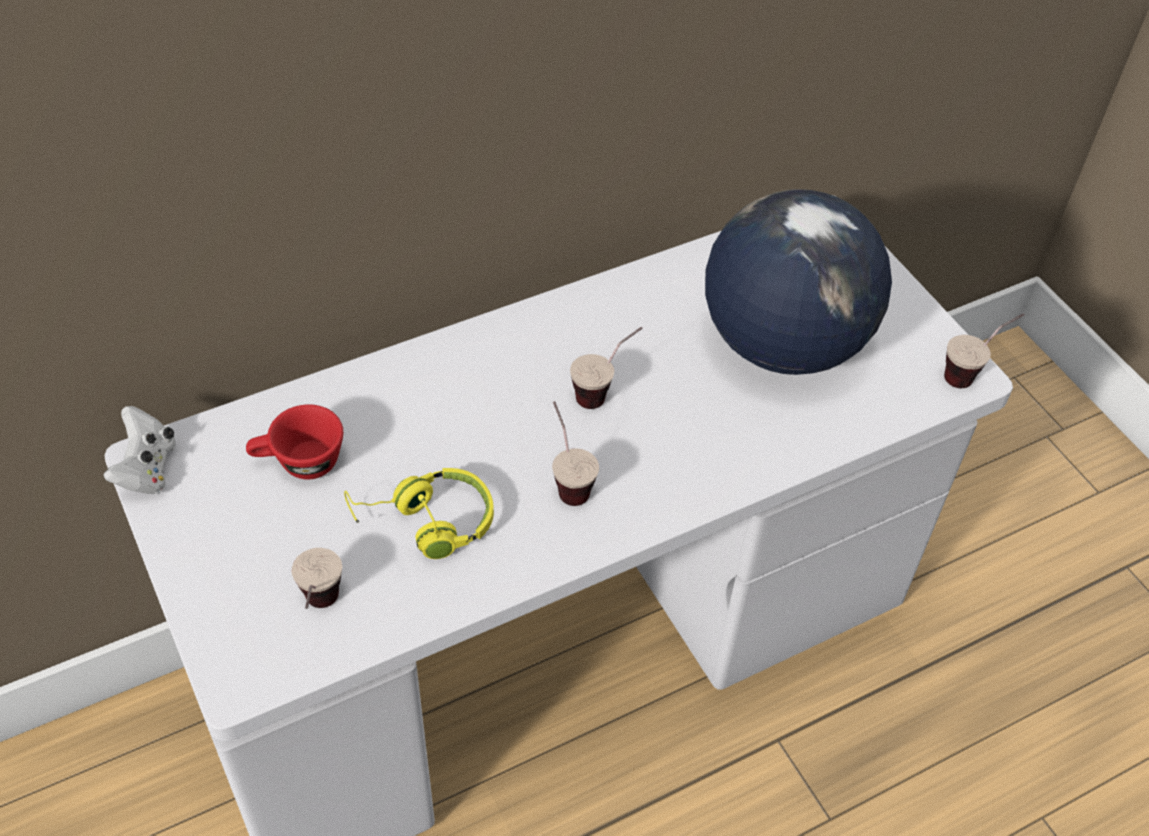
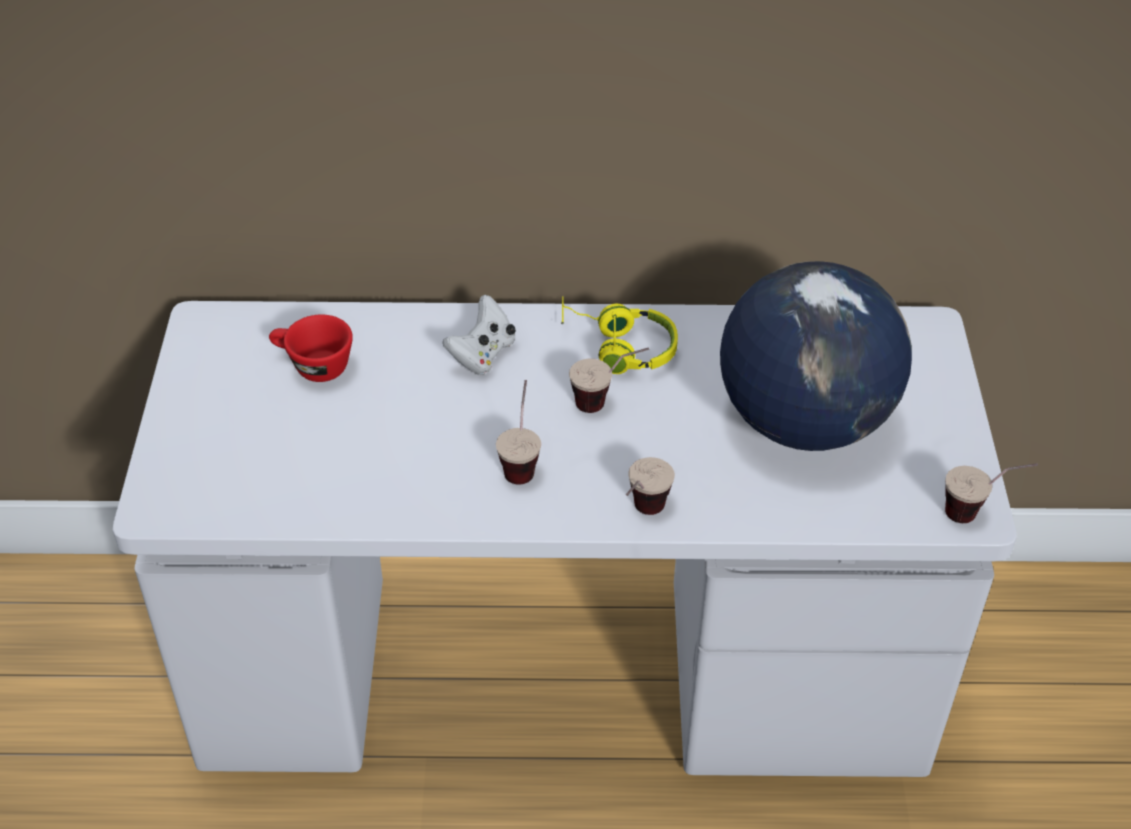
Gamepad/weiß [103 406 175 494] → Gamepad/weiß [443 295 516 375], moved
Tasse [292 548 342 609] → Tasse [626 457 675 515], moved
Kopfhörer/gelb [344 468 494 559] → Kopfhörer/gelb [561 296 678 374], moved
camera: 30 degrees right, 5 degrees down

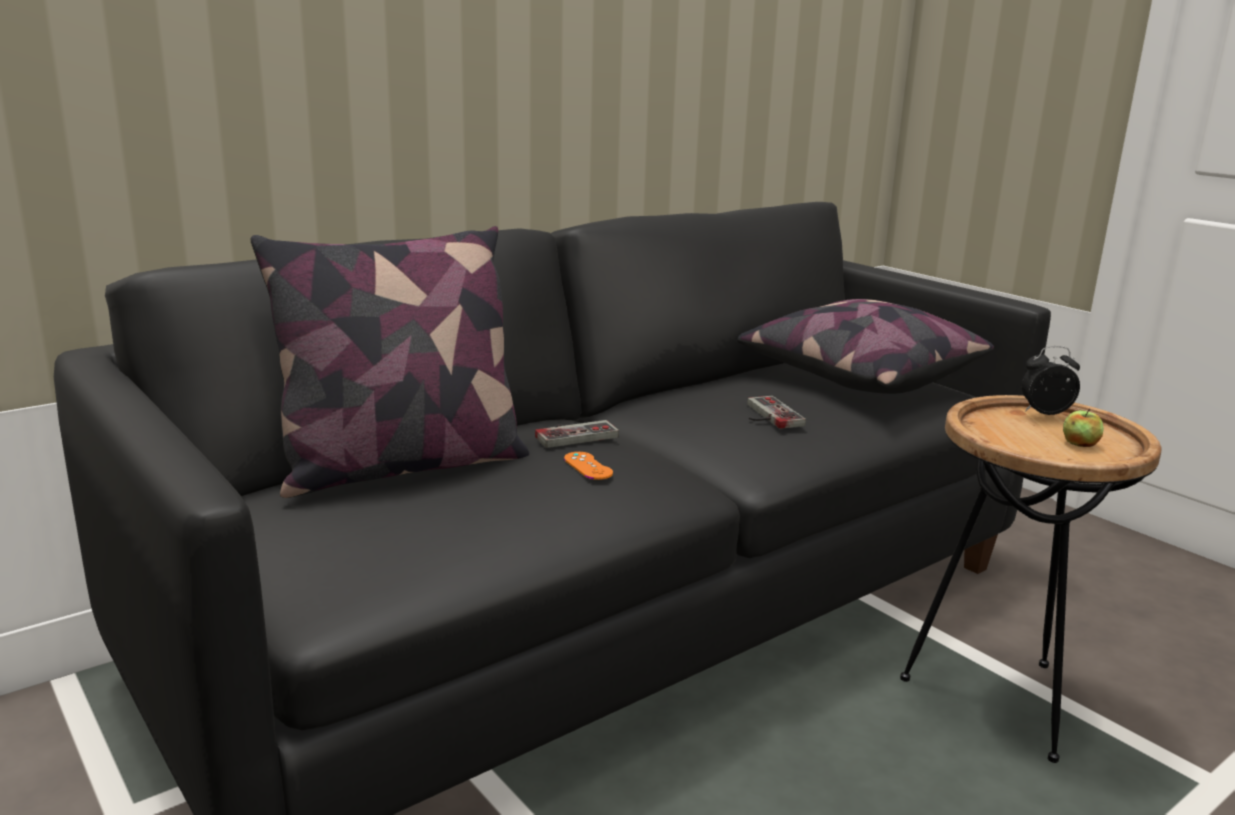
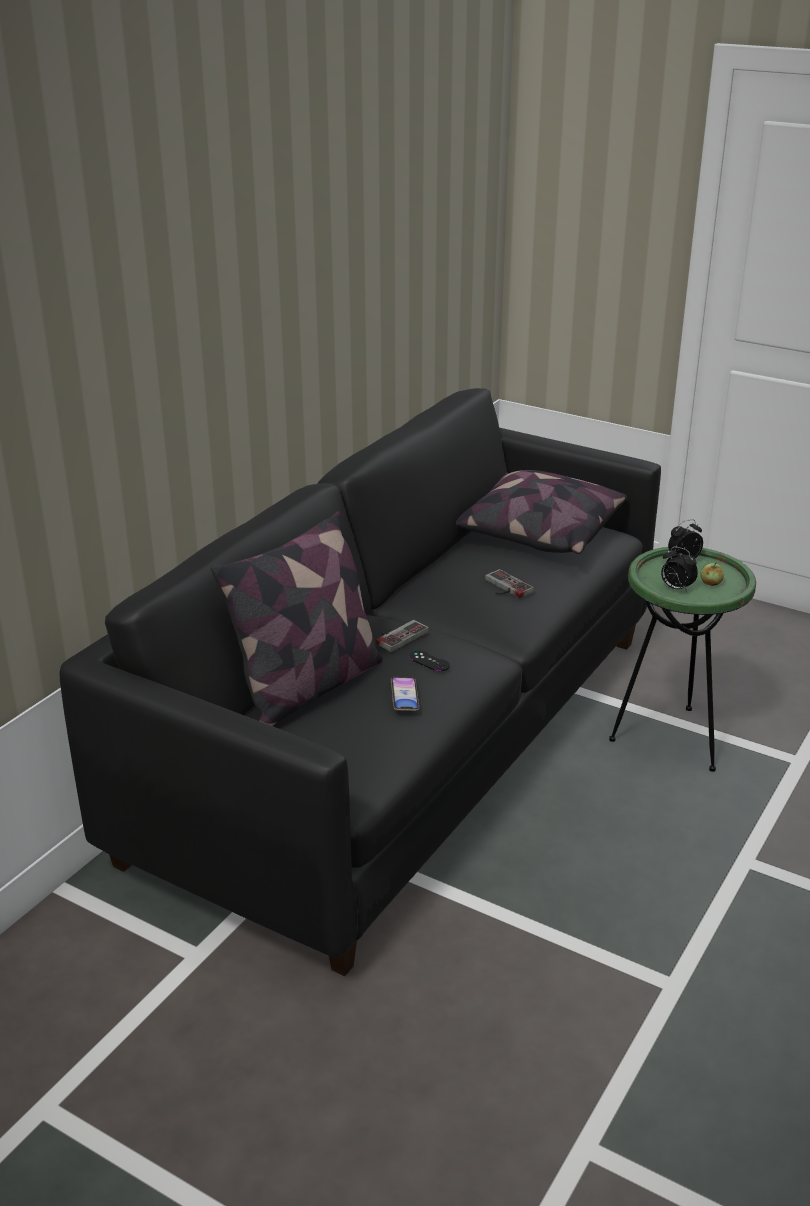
- → Handy [391 677 419 711]
- → Wecker [661 547 698 592]
Gamepad/orange [564 452 613 480] → Gamepad/schwarz [409 650 450 671]
Beistelltisch/braun [900 395 1161 763] → Beistelltisch/grün [609 547 756 772]
camera: 20 degrees left, 10 degrees up

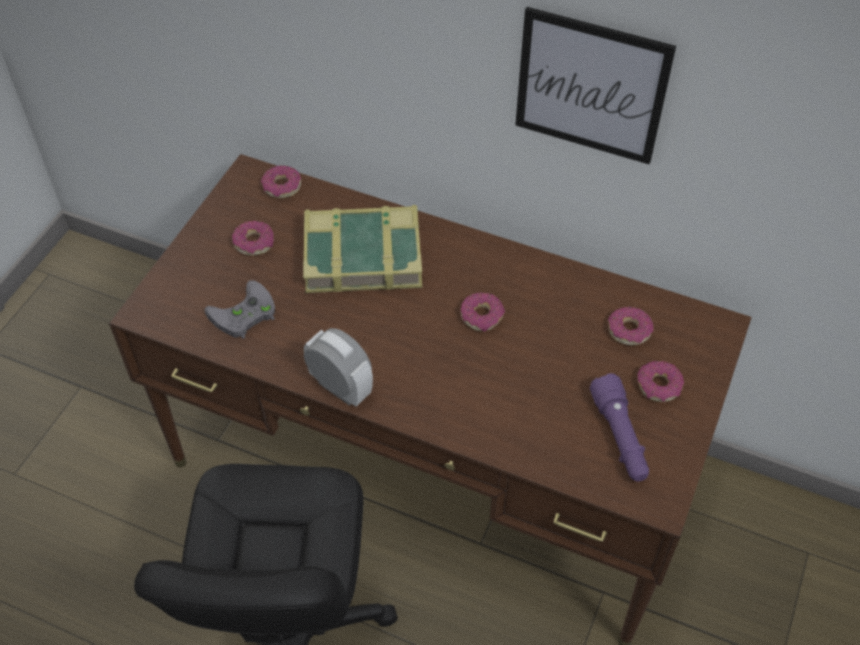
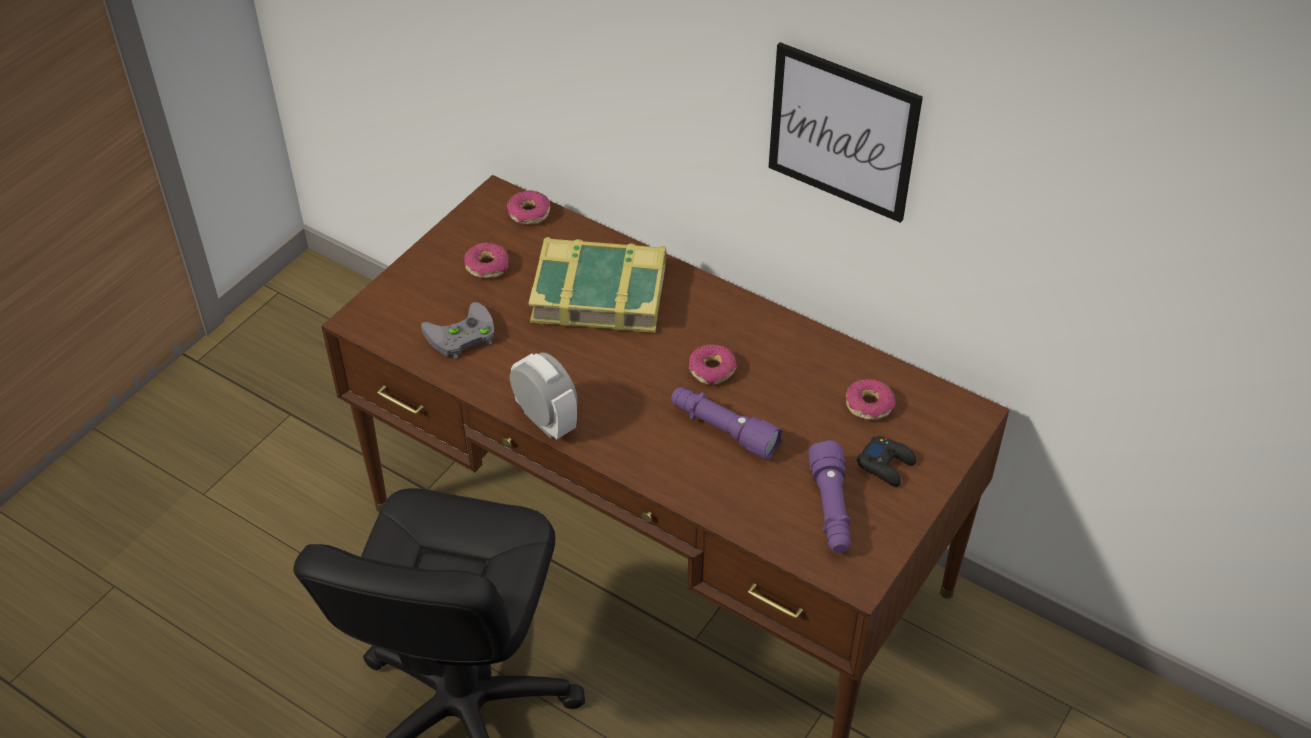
- → Taschenlampe/lila [671 387 783 460]
Donut [637 361 684 402] → Gamepad/schwarz [857 436 916 487]
camera: 10 degrees right, 5 degrees down

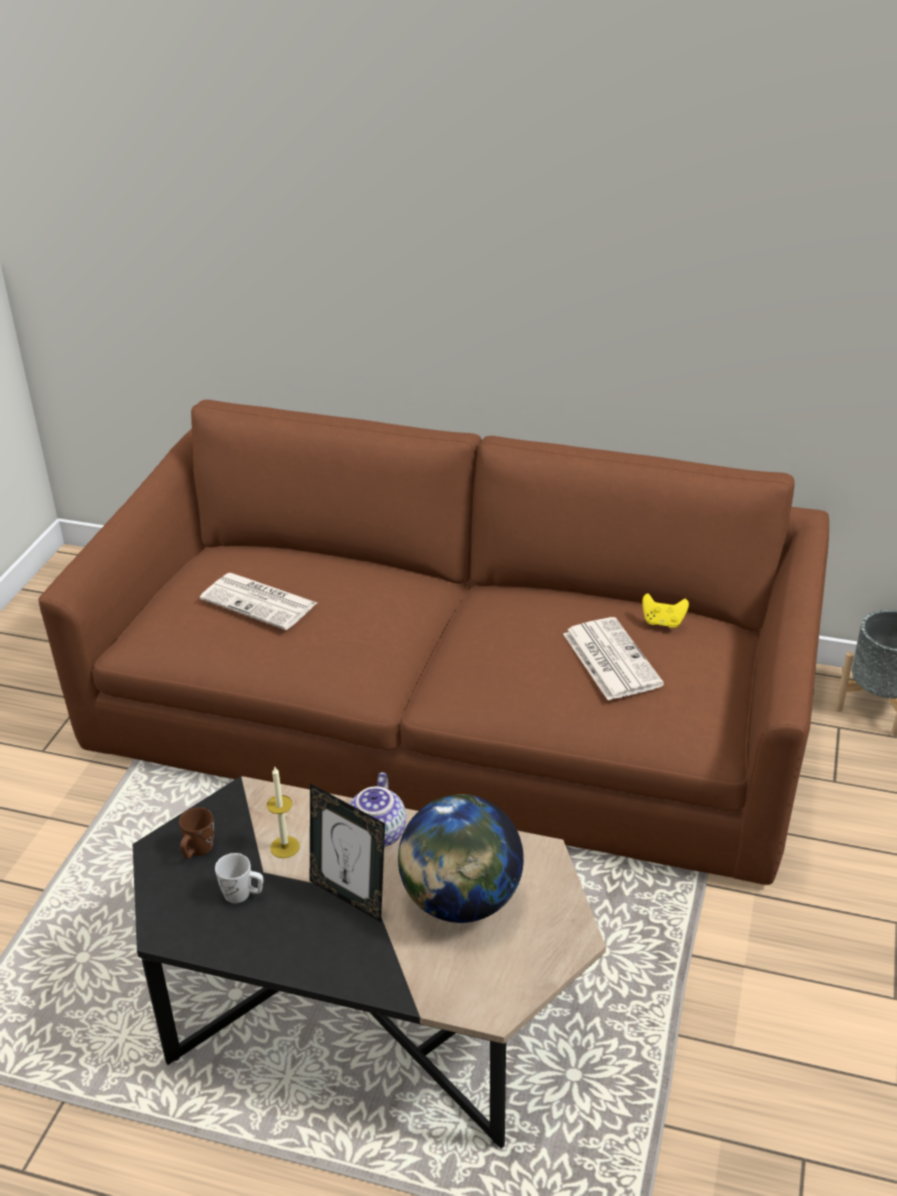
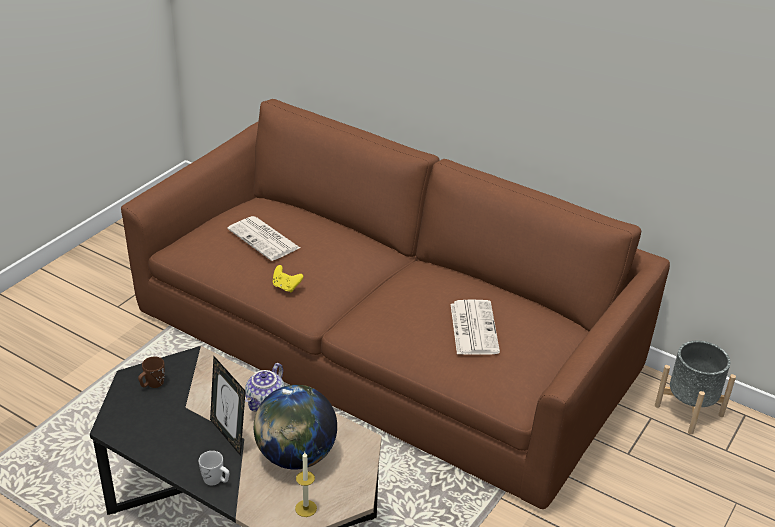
Henkelbecher/weiß [215 853 264 903] → Henkelbecher/weiß [199 451 229 485], moved
Kerze [267 767 300 858] → Kerze [295 452 317 517], moved
Gamepad/gelb [642 593 689 628] → Gamepad/gelb [273 265 303 292], moved
camera: 15 degrees right, 0 degrees up

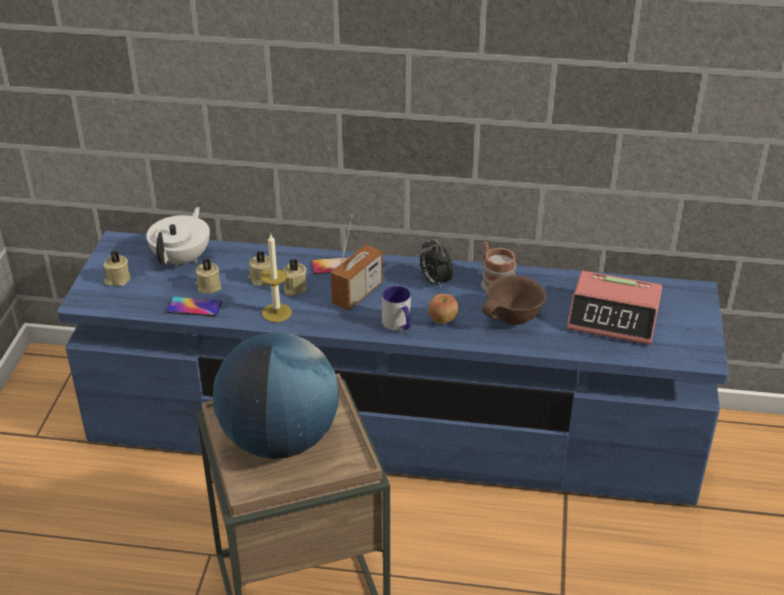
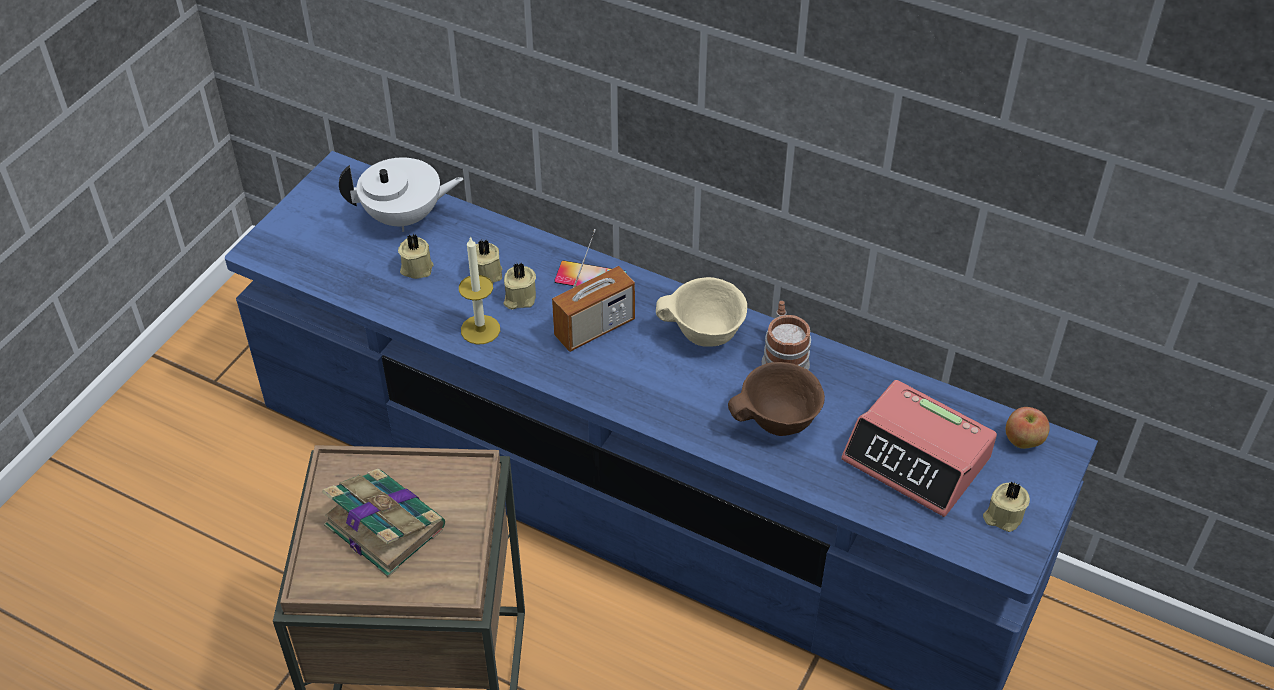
Handy [167 297 222 316] → -
Henkelbecher [382 286 411 331] → -
Kerze/beige [103 251 130 287] → Kerze/beige [983 481 1030 532], moved
Apfel [428 294 458 324] → Apfel [1006 407 1050 449], moved
Globus [213 332 339 459] → Buch [322 469 445 577]
Wecker [420 238 454 289] → Schüssel/beige [656 277 747 347]
Teekanne/weiß [147 207 210 268] → Teekanne/weiß [339 157 463 232], 45 degrees clockwise
camera: 20 degrees right, 10 degrees up

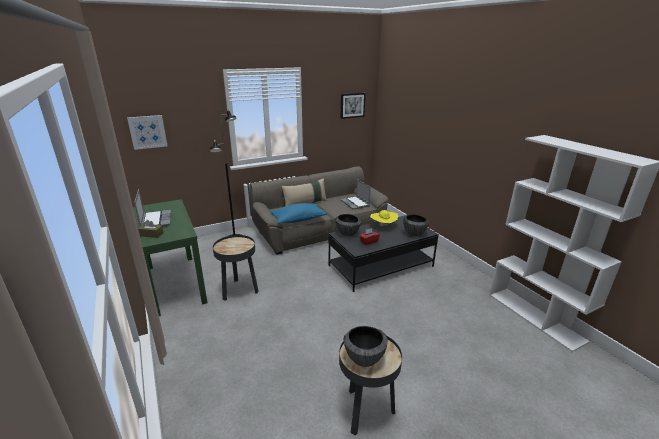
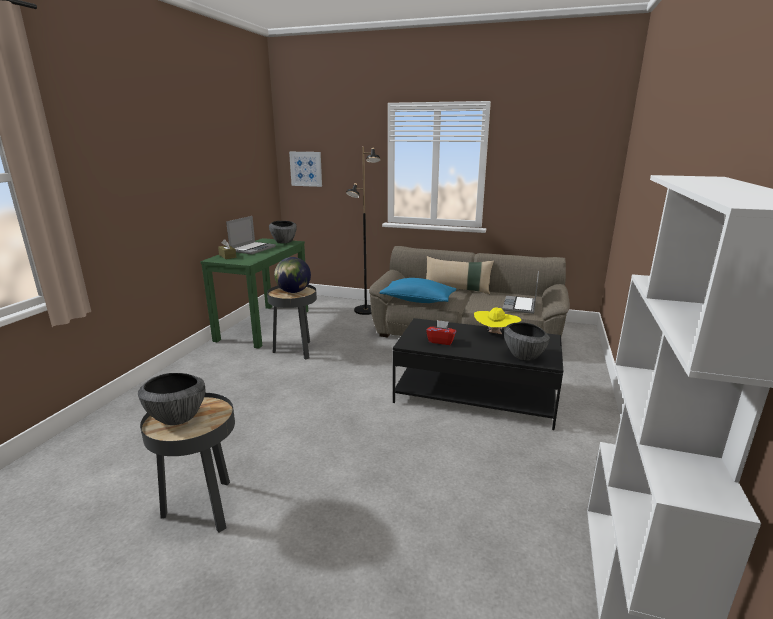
Bild [341 93 366 119] → -
- → Globus [274 257 311 293]
Schüssel [335 214 361 236] → Schüssel [269 221 297 243], moved
camera: 45 degrees right, 5 degrees down

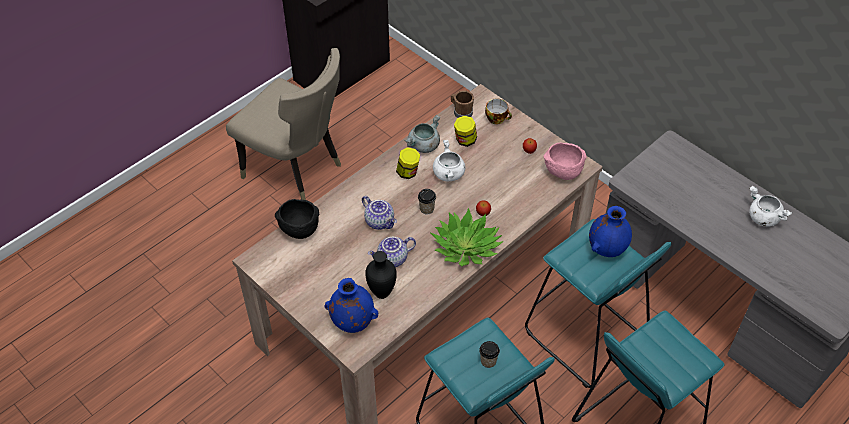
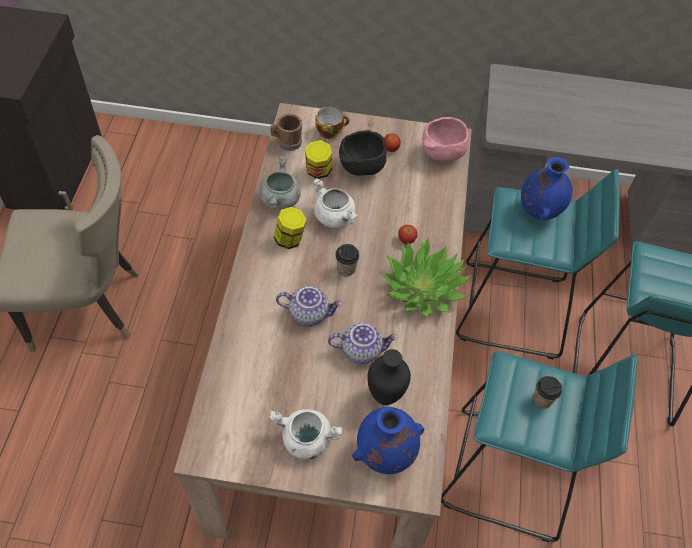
Schüssel/schwarz [275 199 319 239] → Schüssel/schwarz [339 130 386 176], moved
Kochtopf/weiß [749 185 792 227] → Kochtopf/weiß [269 409 343 460], moved
Teekanne [368 237 416 267] → Teekanne [328 322 398 364], 120 degrees counterclockwise
camera: 40 degrees left, 5 degrees up

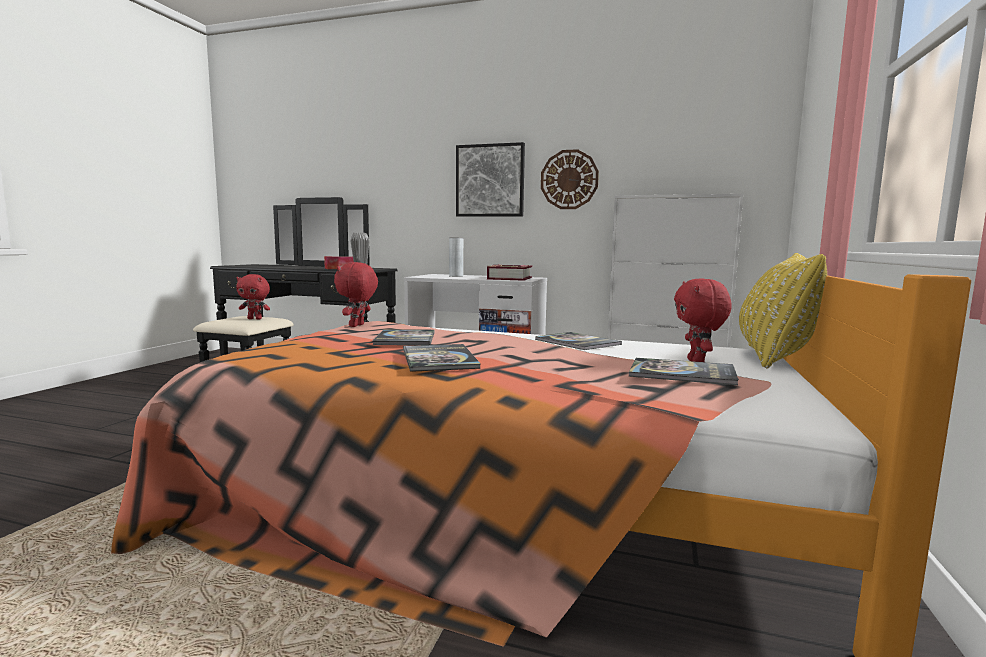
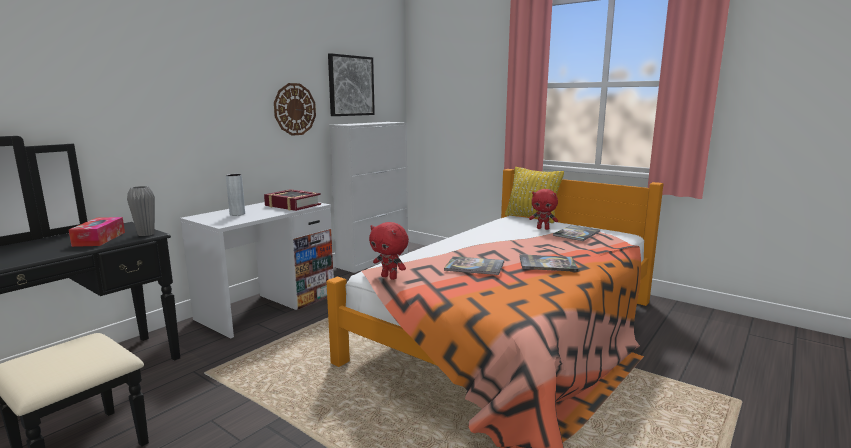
Plüschtier/rot [236 274 270 320] → -
Buch [535 332 622 350] → -
Bild [456 142 525 217] → Bild [328 53 375 116], moved
camera: 70 degrees left, 5 degrees up

